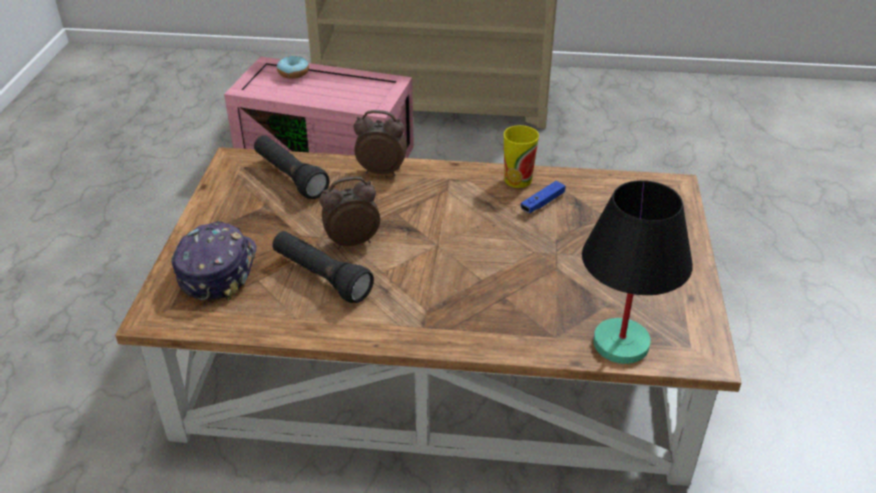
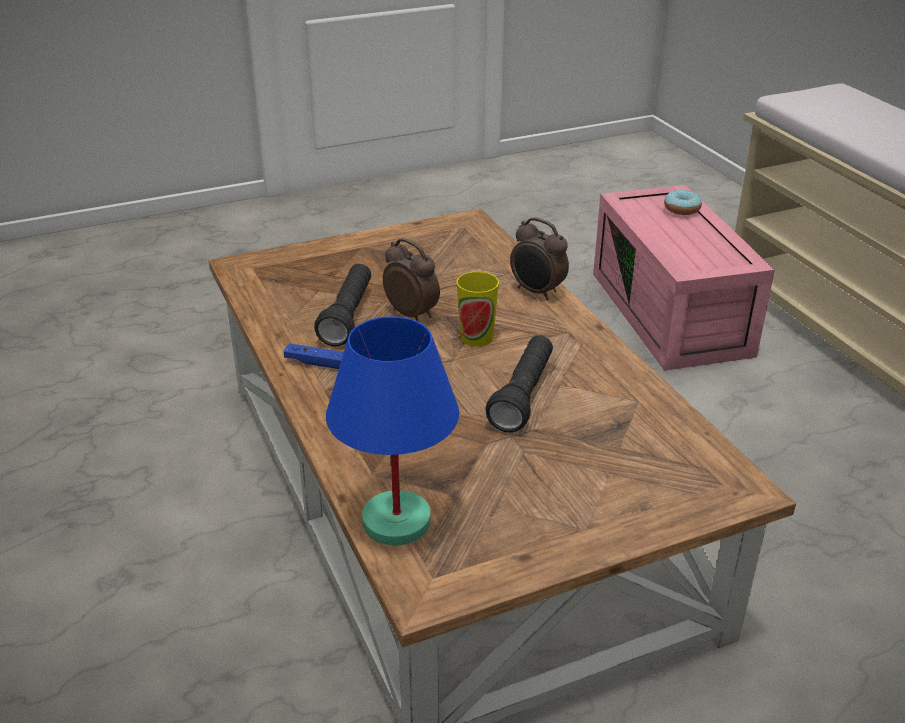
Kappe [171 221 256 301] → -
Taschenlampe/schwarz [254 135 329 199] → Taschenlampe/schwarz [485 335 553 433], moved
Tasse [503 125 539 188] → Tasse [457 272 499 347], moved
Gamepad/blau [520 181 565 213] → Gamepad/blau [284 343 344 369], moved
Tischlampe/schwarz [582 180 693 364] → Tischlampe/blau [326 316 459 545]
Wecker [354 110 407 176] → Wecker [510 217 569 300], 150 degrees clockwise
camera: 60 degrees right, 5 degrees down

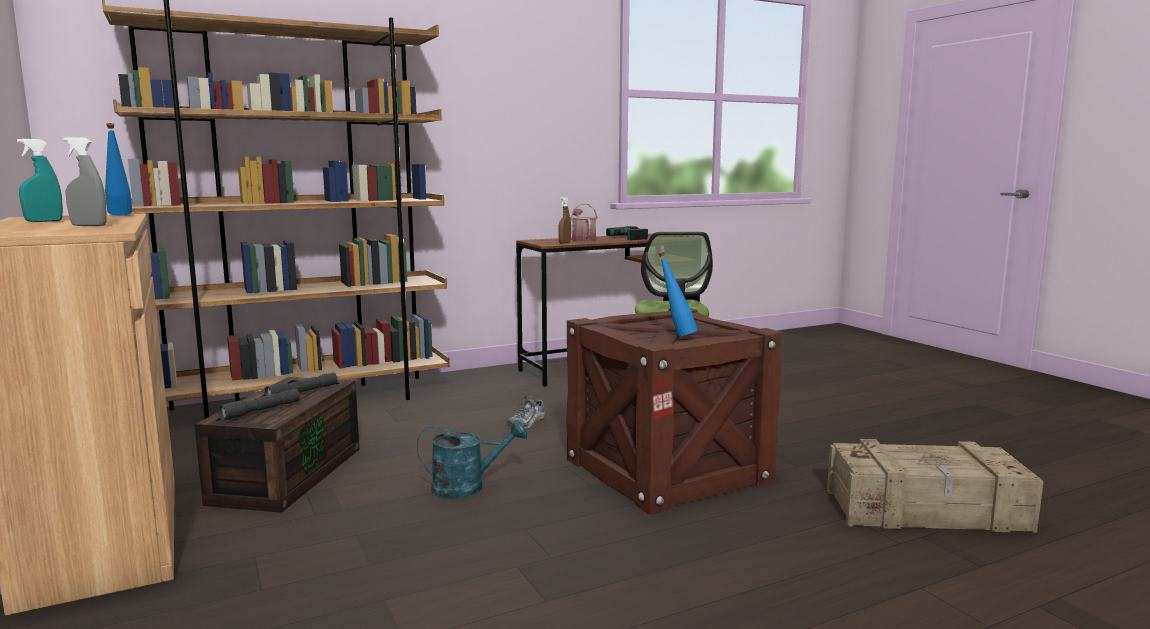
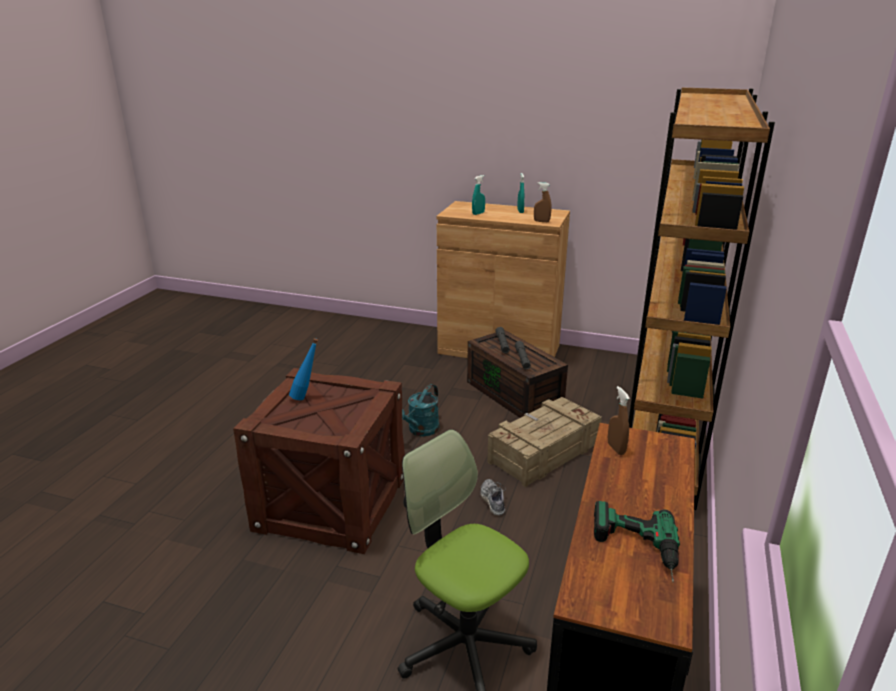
Gießkanne [571 204 598 242] → -
Kiste [827 439 1044 533] → Kiste [487 397 602 487], moved
Flasche/blau [105 123 132 216] → Sprühflasche/braun [534 182 552 222]
Sprühflasche/grau [63 137 107 226] → Sprühflasche/türkis [472 175 485 215]
camera: 135 degrees right, 15 degrees up

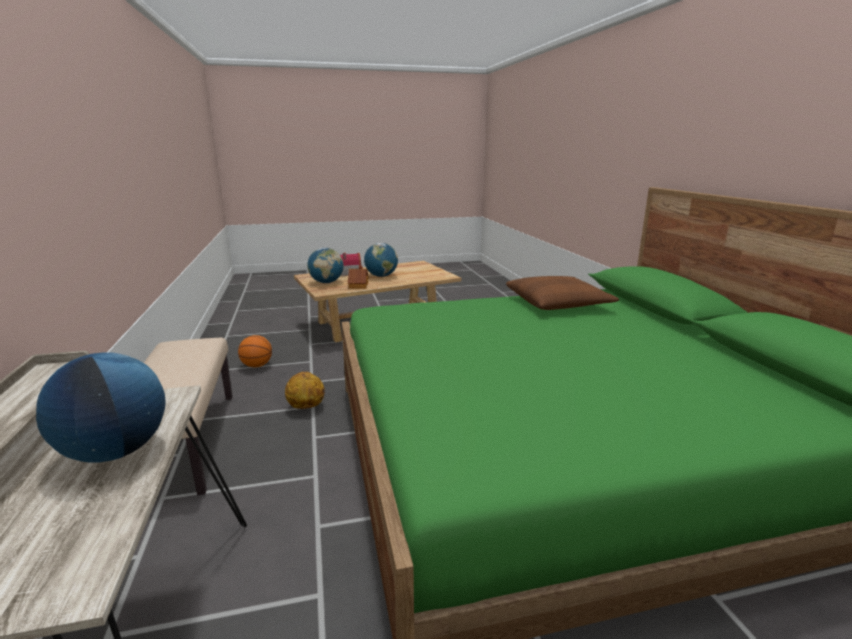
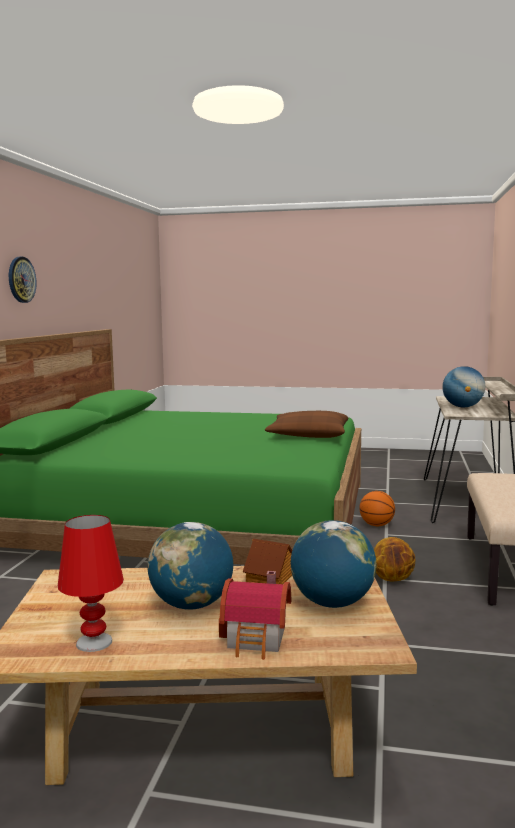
- → Wanduhr [9 257 36 303]
- → Tischlampe/rot [58 515 124 652]
Basketball [238 335 272 367] → Basketball [359 491 395 526], moved
Kissen/braun [506 276 619 310] → Kissen/braun [265 411 348 438], moved
camera: 155 degrees left, 10 degrees down

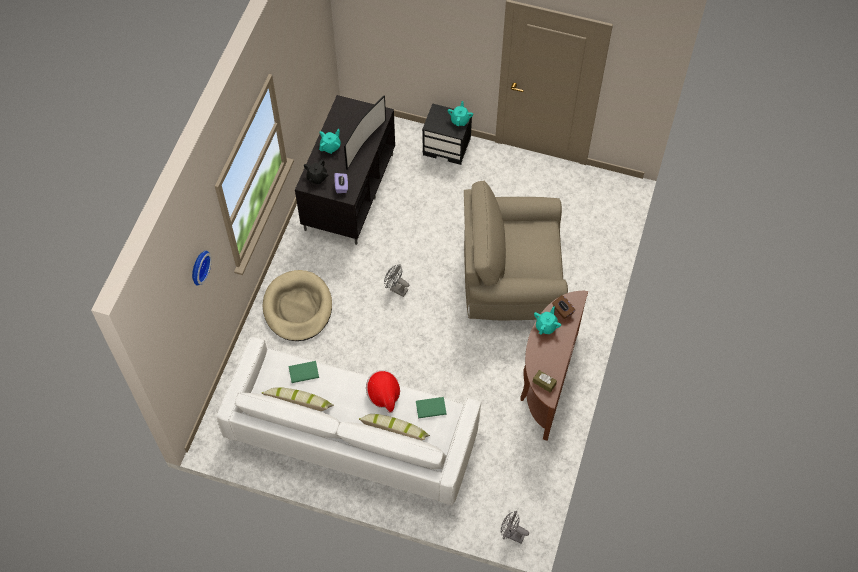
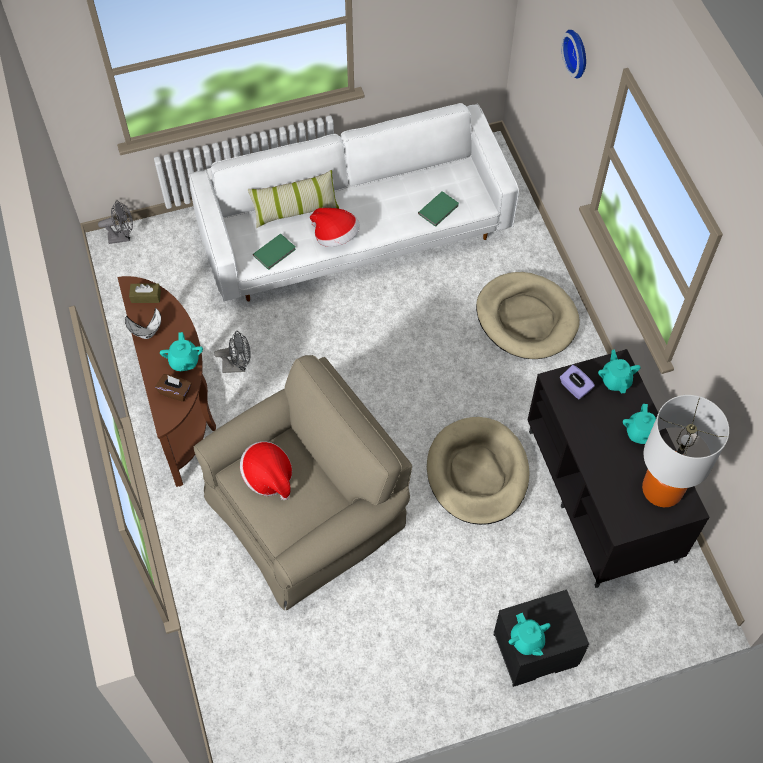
Kissen [262 387 334 411] → -
Fernseher [344 96 386 169] → -
- → Schüssel/weiß [125 308 161 339]
- → Hut [240 441 292 500]
- → Hundebett/beige [427 417 530 525]
- → Tischlampe [642 395 729 507]
Ventilator/grau [384 264 409 297] → Ventilator/grau [214 331 251 373], moved
Teekanne/schwarz [304 159 328 184] → Teekanne/türkis [598 349 641 393]
camera: 145 degrees right, 0 degrees up

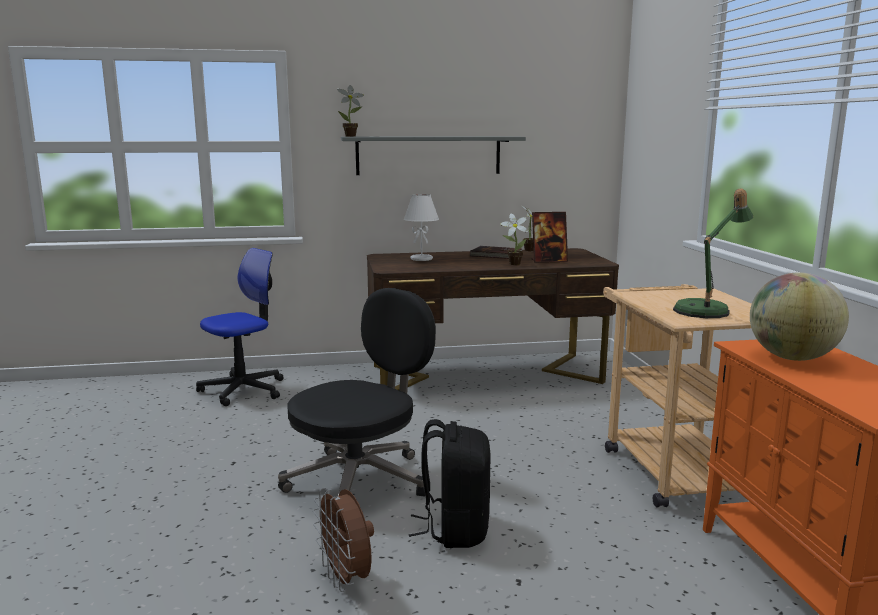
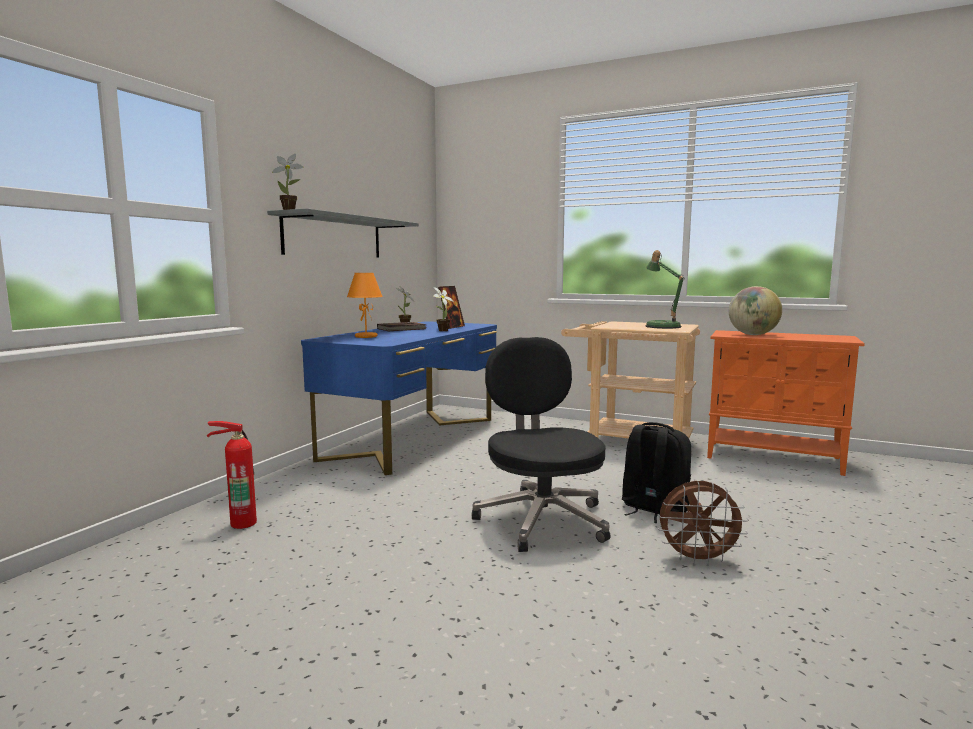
Bürostuhl [196 248 284 406] → Feuerlöscher [206 421 257 529]
Schreibtisch/braun [367 248 619 390] → Schreibtisch/blau [301 321 497 475]
Tischlampe/weiß [403 194 439 261] → Tischlampe/orange [347 273 383 338]
camera: 55 degrees left, 5 degrees down

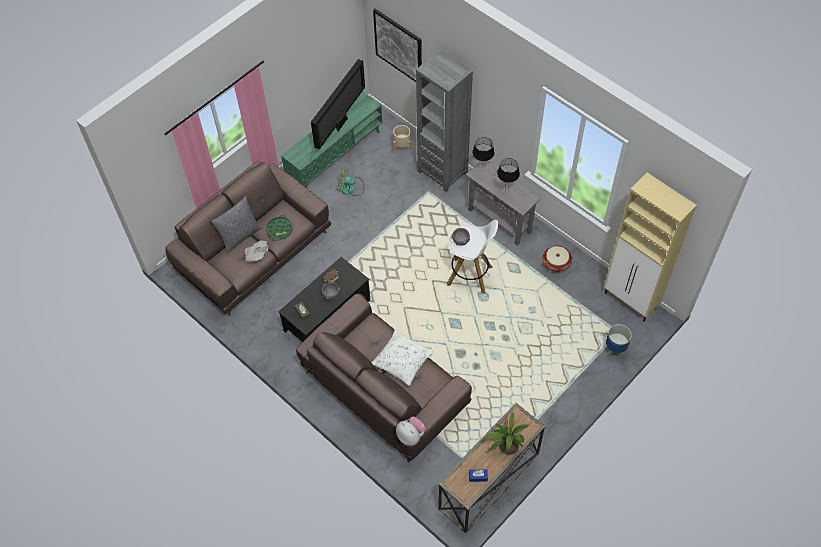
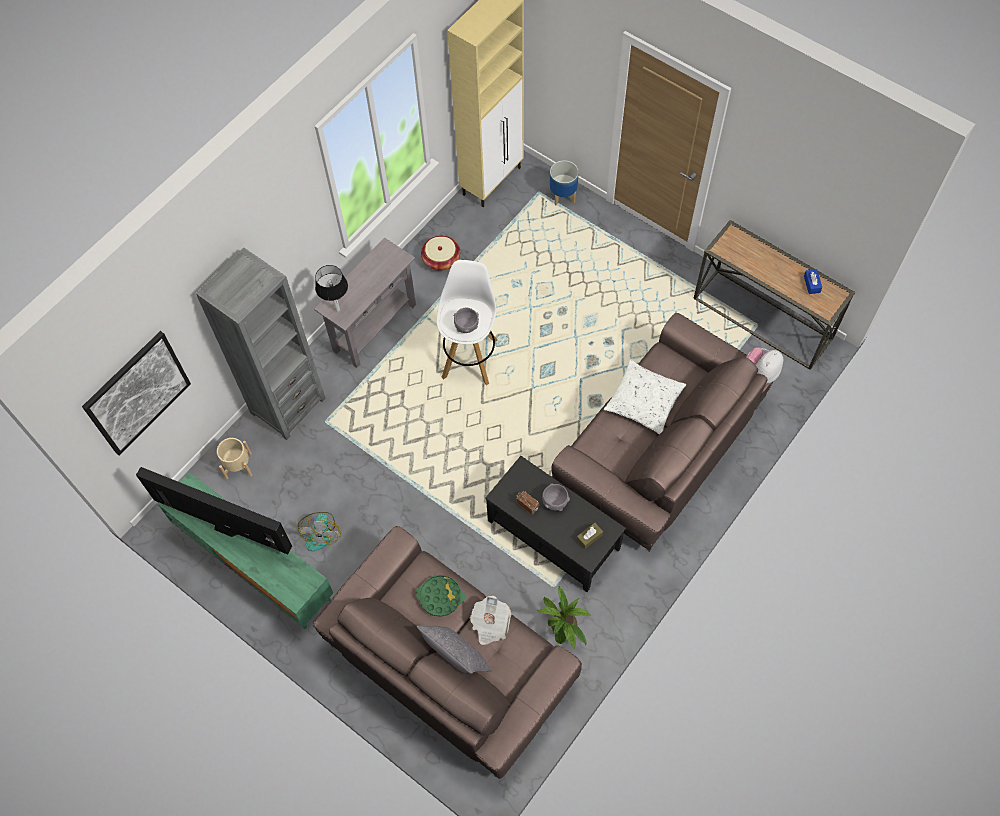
Tischlampe [497 158 520 193] → -
Topfpflanze [483 412 530 455] → Topfpflanze [537 585 591 649], moved
camera: 95 degrees left, 5 degrees up

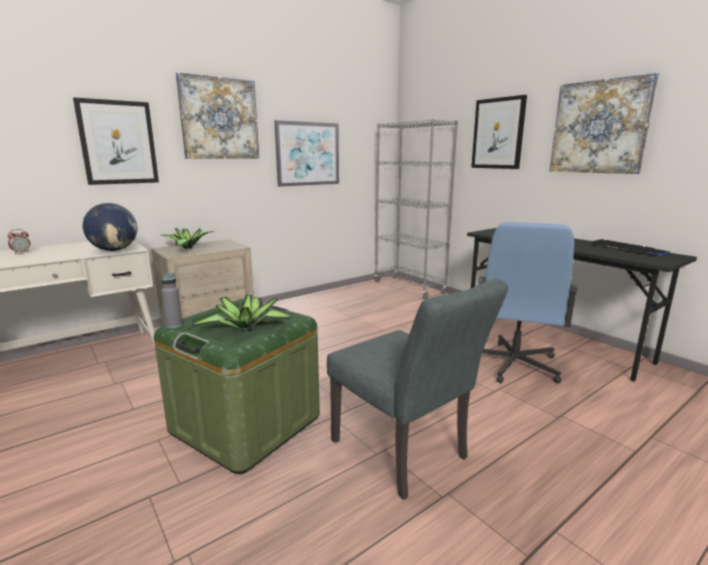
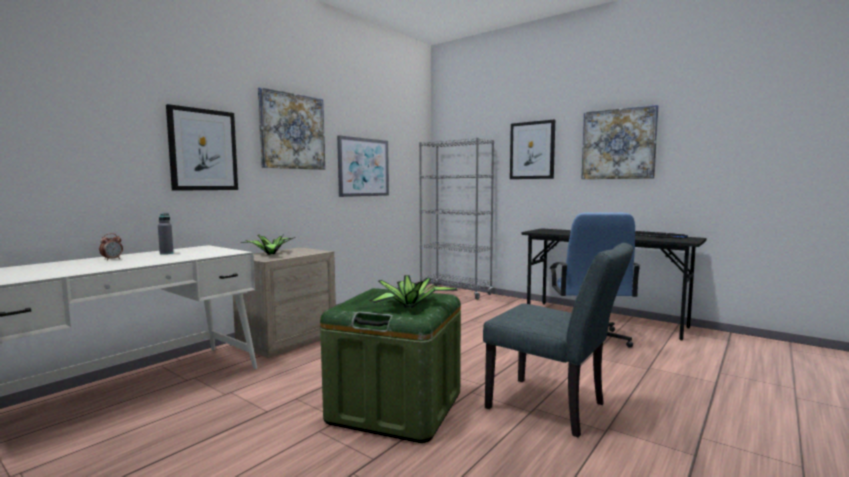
Globus [83 203 137 251] → -
Flasche/grau [161 273 183 328] → Flasche/grau [158 213 173 255], moved
camera: 15 degrees left, 10 degrees down

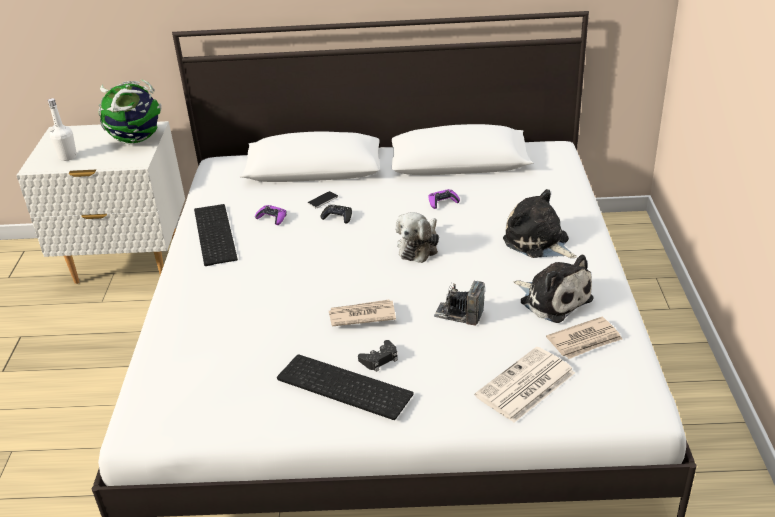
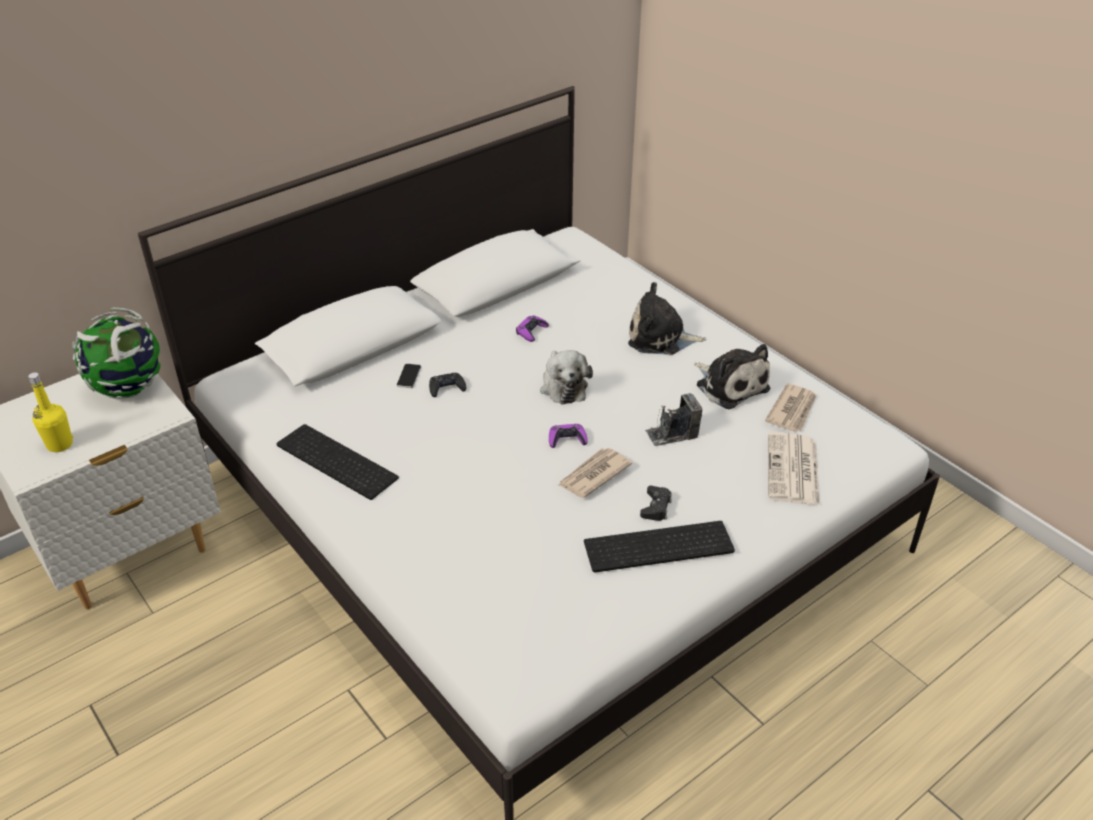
Gamepad/lila [255 205 287 225] → Gamepad/lila [549 424 588 448], moved
Flasche/weiß [48 98 77 161] → Flasche/gelb [28 372 73 452]
Plüschtier [514 255 594 323] → Plüschtier [694 344 770 409], 45 degrees clockwise
camera: 40 degrees left, 5 degrees up

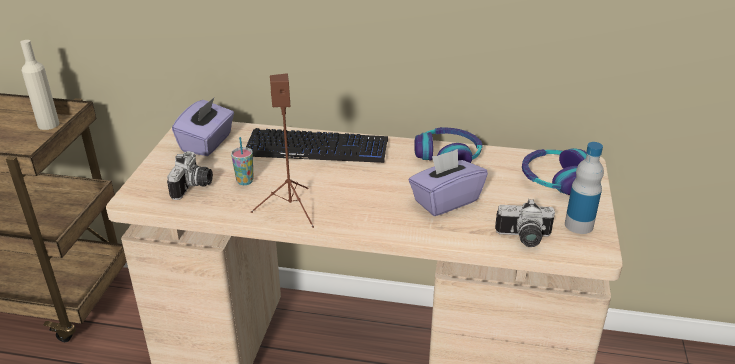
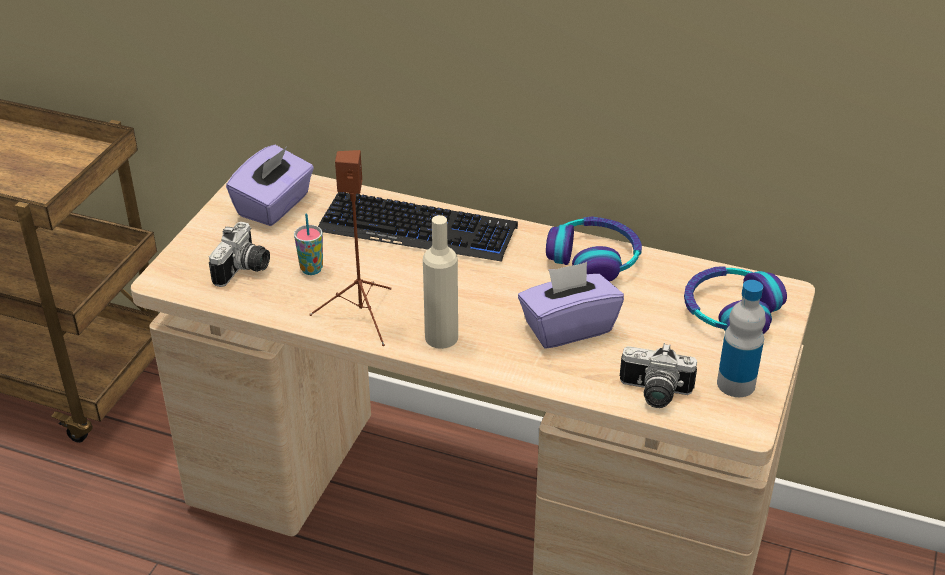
Flasche/beige [20 40 59 130] → Flasche/beige [423 215 458 349], moved
camera: 10 degrees right, 5 degrees up

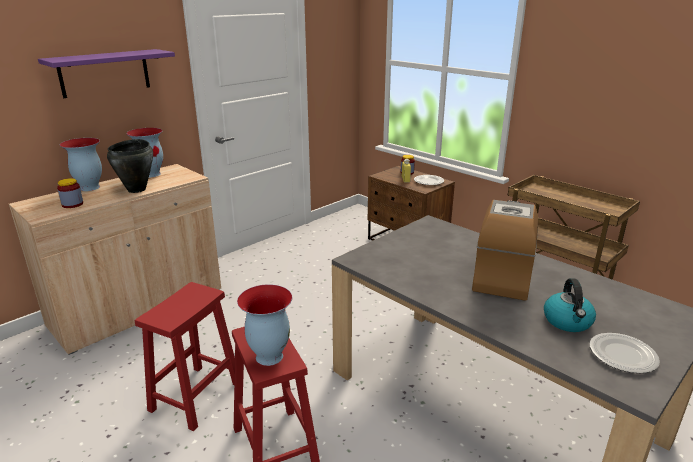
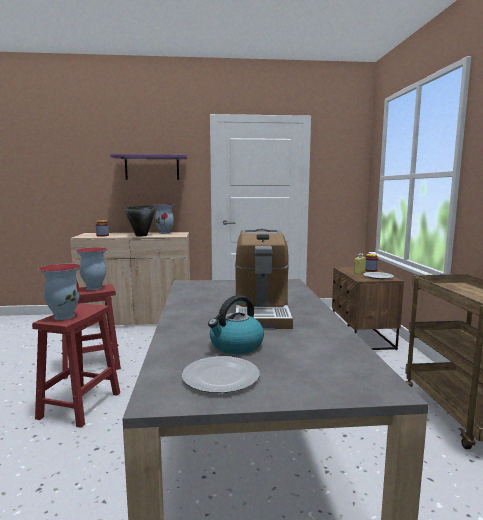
Vase [60 138 102 191] → Vase [75 247 107 290], moved
Kaffeemaschine [472 200 538 301] → Kaffeemaschine [235 229 293 329], 120 degrees clockwise
camera: 40 degrees right, 15 degrees down

